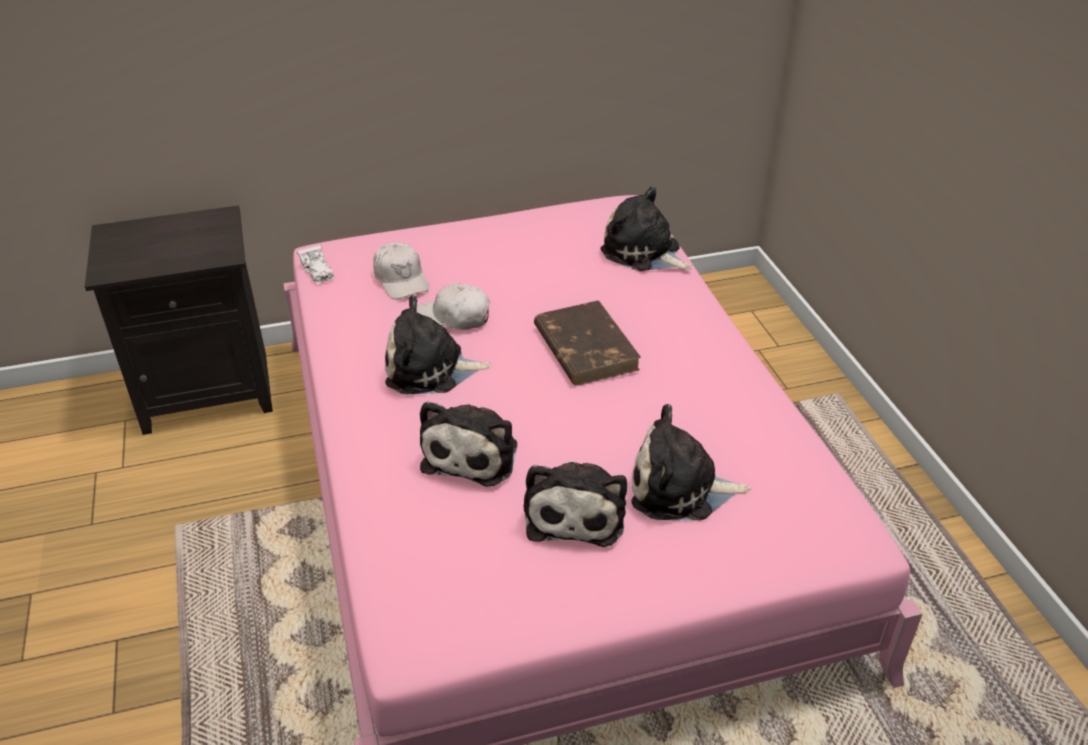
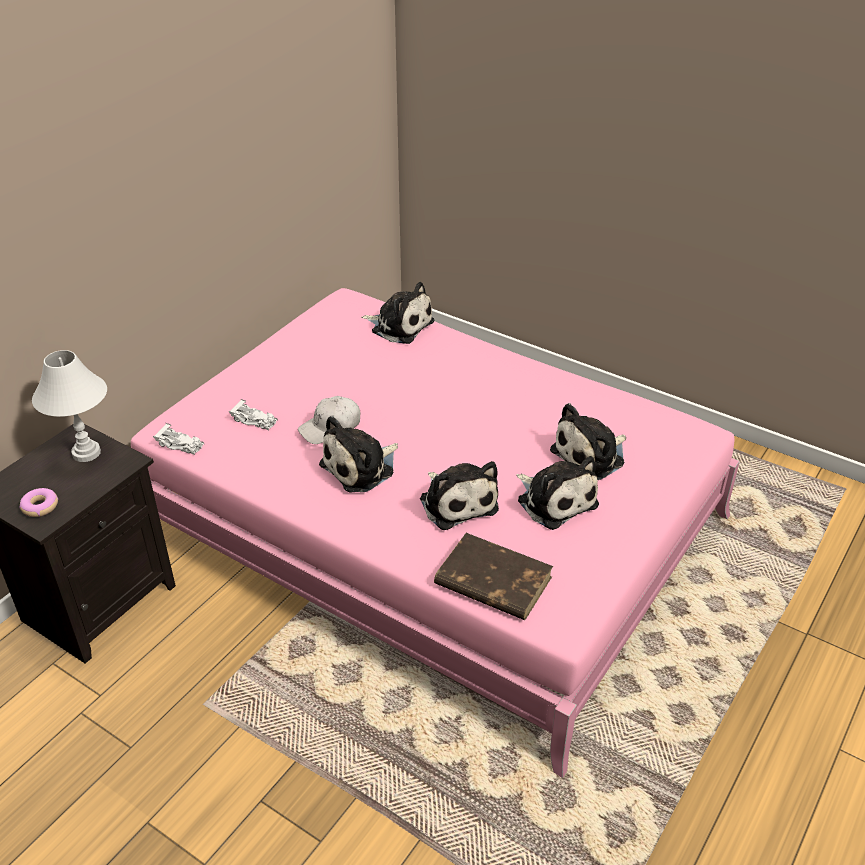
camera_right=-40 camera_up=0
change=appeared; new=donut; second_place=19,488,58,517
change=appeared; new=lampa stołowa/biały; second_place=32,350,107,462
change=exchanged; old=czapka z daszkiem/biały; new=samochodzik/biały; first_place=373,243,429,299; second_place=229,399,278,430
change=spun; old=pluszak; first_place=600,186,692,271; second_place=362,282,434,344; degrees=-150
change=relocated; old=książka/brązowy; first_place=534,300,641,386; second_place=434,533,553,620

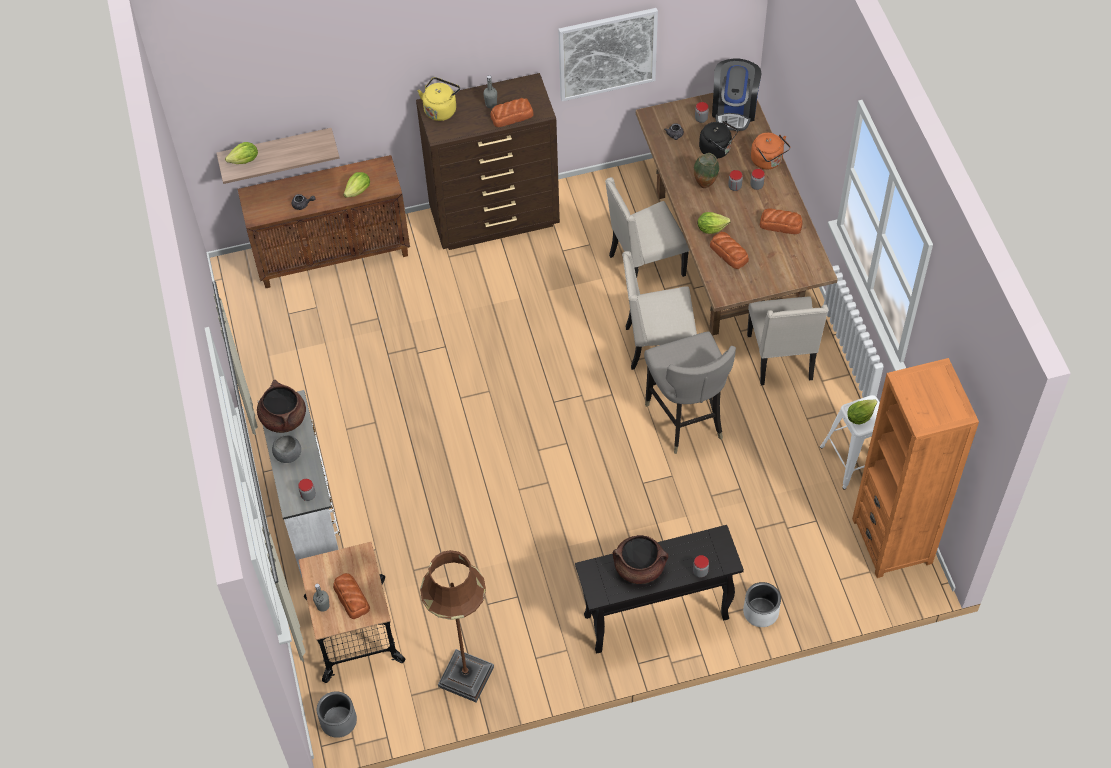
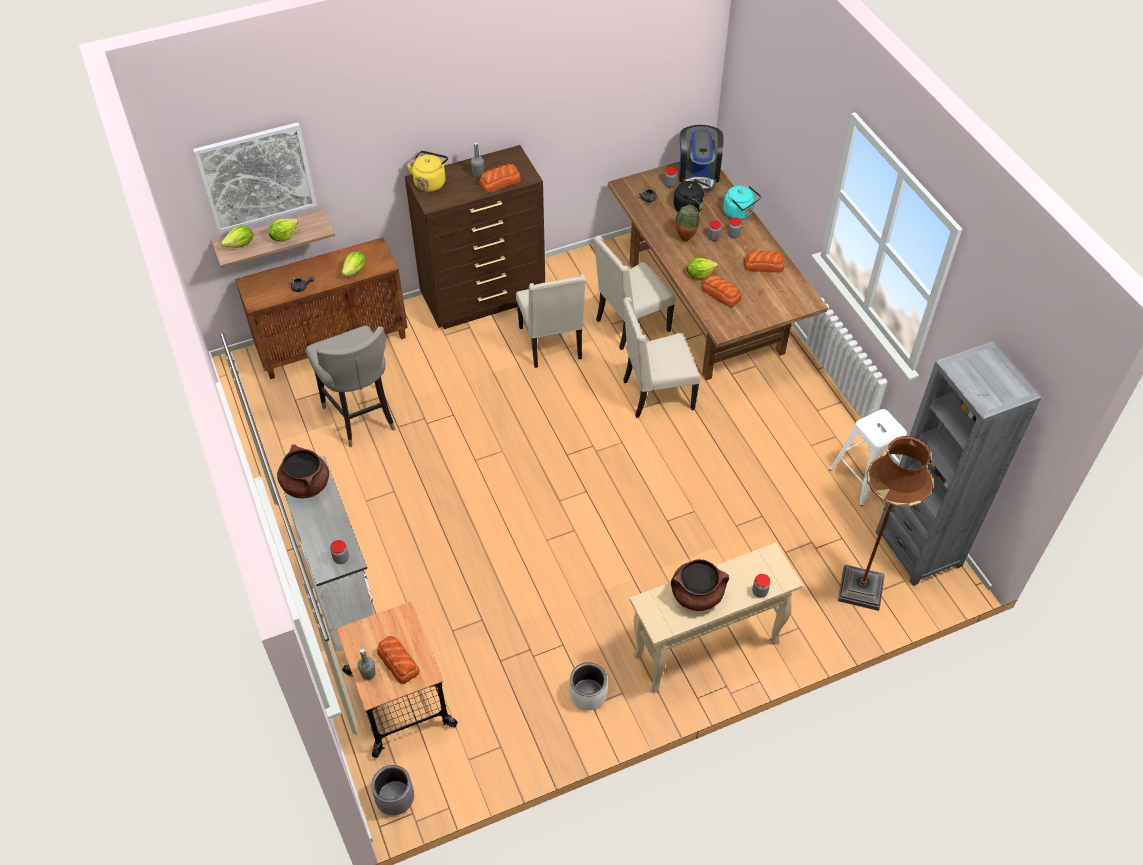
camera_right=-10 camera_up=-5
change=relocated; old=obraz; first_place=558,8,658,101; second_place=193,122,317,233
change=relocated; old=sałata; first_place=847,399,877,425; second_place=269,219,298,242
change=relocated; old=stołek/szary; first_place=644,331,736,454; second_place=306,325,396,447
change=relocated; old=krzesło/beżowy; first_place=747,297,828,385; second_place=516,274,586,368
change=relocated; old=donica/biały; first_place=743,582,781,627; second_place=569,662,607,710
change=colour; old=stolik konsolowy/czarny; new=stolik konsolowy/beżowy; first_place=575,525,744,653; second_place=630,543,803,693
change=colour; old=czajnik/pomarańczowy; new=czajnik/turkusowy; first_place=751,133,790,170; second_place=723,186,761,220
change=relocated; old=lampa stojąca/brązowy; first_place=420,550,494,702; second_place=838,436,933,611
change=colour; old=regał/pomarańczowy; new=regał/szary; first_place=852,358,979,578; second_place=876,341,1041,586
change=missing; old=miska/szary; first_place=272,435,301,463

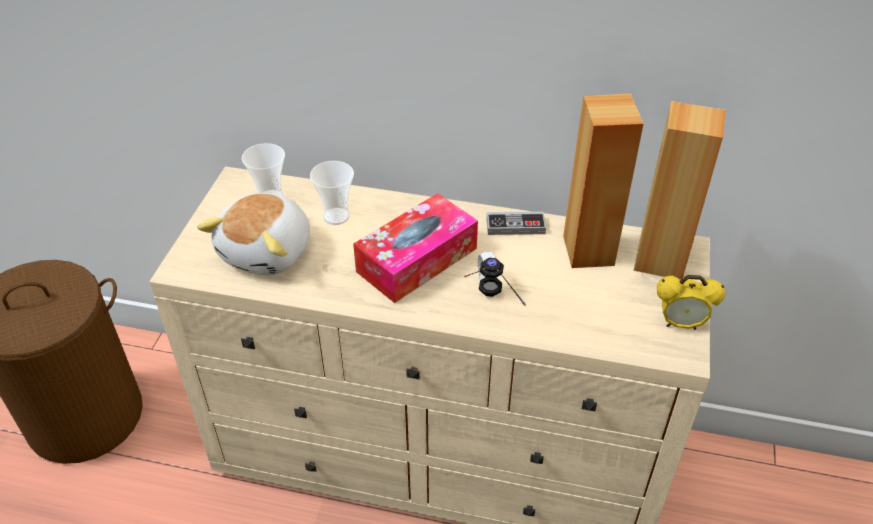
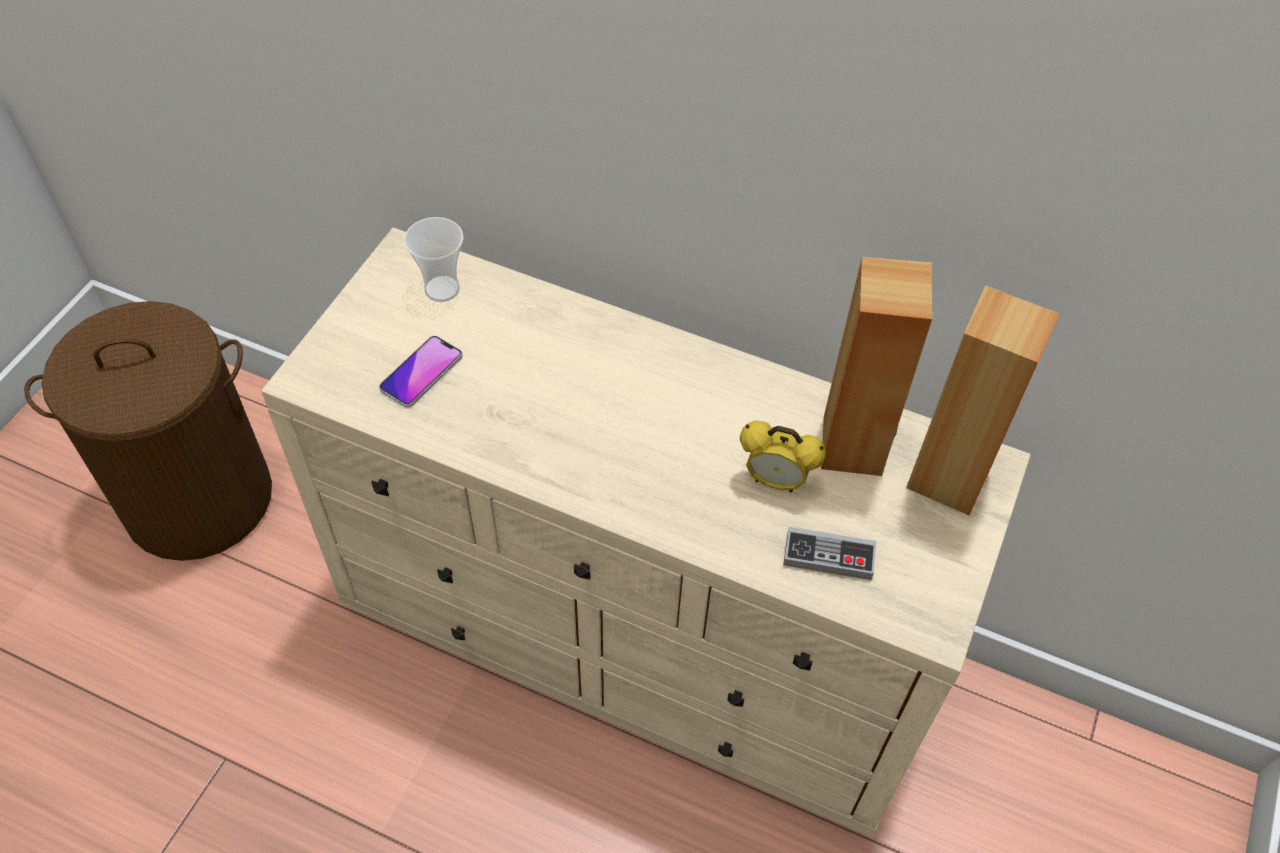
camera_right=10 camera_up=10
change=exchanged; old=pluszak; new=telefon; first_place=197,193,310,275; second_place=379,336,463,407
change=relocated; old=budzik; first_place=657,275,725,330; second_place=740,421,826,492
change=relocated; old=pad do gier; first_place=486,211,546,235; second_place=783,527,876,580
change=missing; old=filiżanka; first_place=310,161,354,225
change=missing; old=pudełko chusteczek; first_place=353,193,478,303
change=missing; old=słuchawki; first_place=464,251,526,306

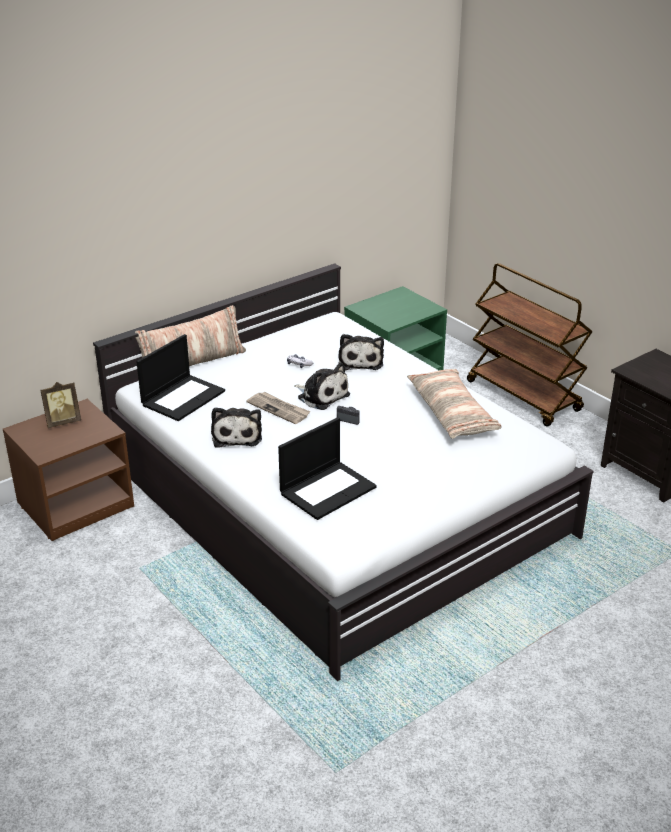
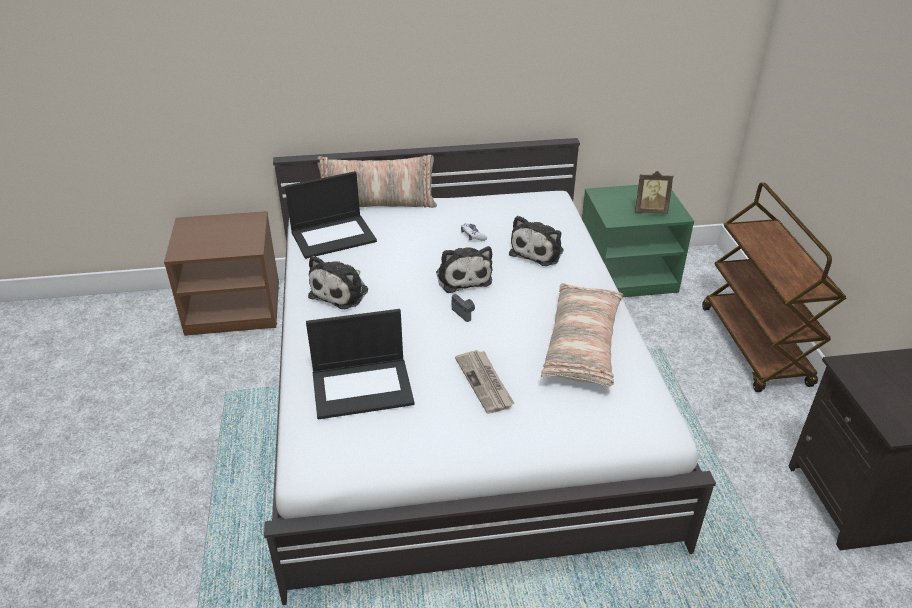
camera_right=30 camera_up=5
change=relocated; old=gazeta; first_place=246,392,311,424; second_place=455,350,514,414
change=relocated; old=ramka na zdjęcie; first_place=40,382,81,428; second_place=635,171,673,214

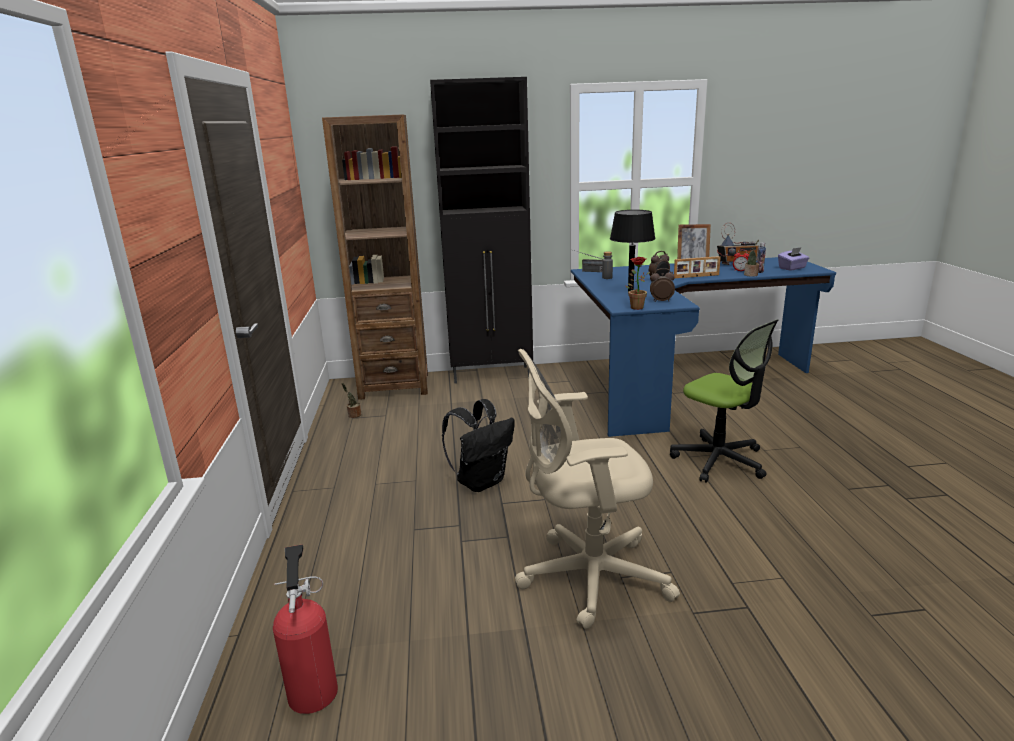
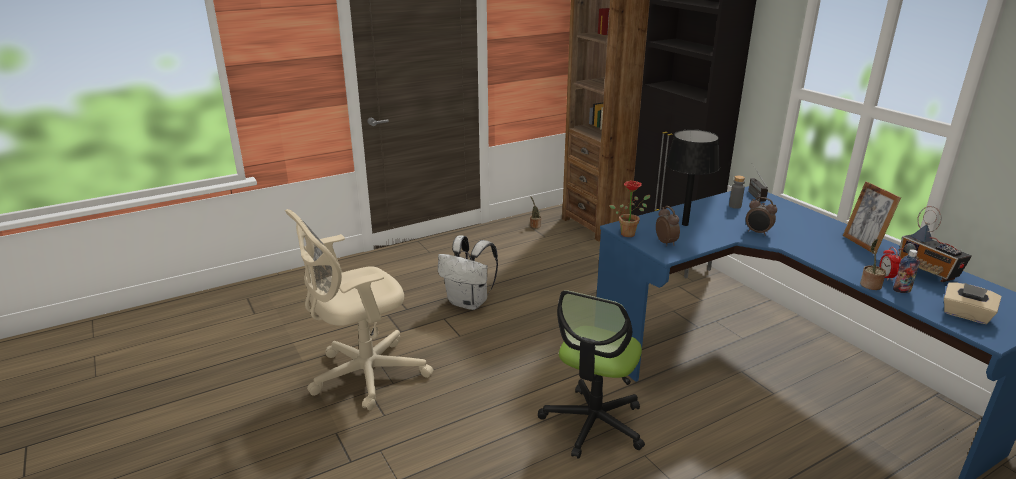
camera_right=65 camera_up=5
change=spun; old=krzesło biurowe/beżowy; first_place=515,349,680,629; second_place=285,209,433,410; degrees=-90
change=colour; old=plecak/czarny; new=plecak/biały; first_place=442,399,515,492; second_place=438,235,498,310
change=colour; old=pudełko chusteczek/fioletowy; new=pudełko chusteczek/beżowy; first_place=778,247,809,271; second_place=944,282,1001,324
change=missing; old=gaśnica; first_place=273,544,338,714
change=missing; old=ramka na zdjęcie; first_place=674,256,721,278

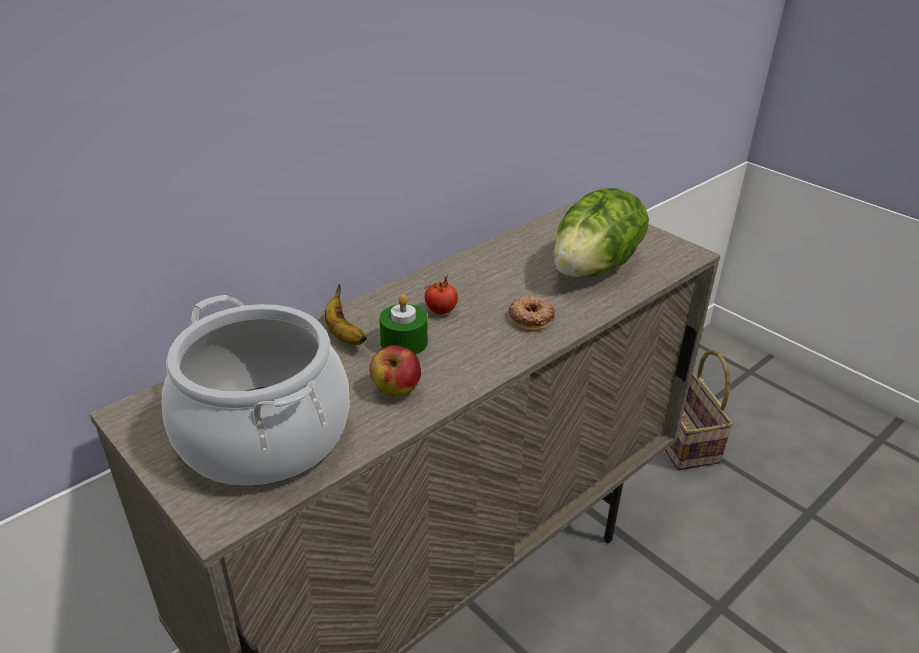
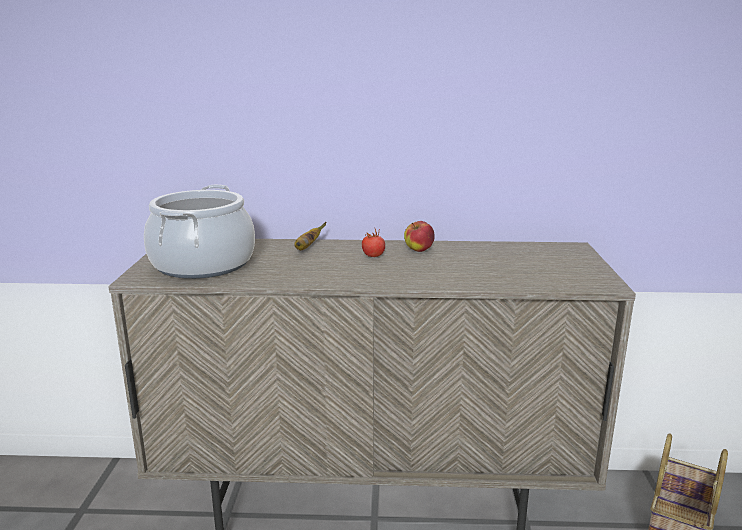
camera_right=45 camera_up=-15
change=relocated; old=jabłko; first_place=370,345,421,396; second_place=404,221,435,252
change=missing; old=świeca/zielony; first_place=379,295,428,355
change=missing; old=donut; first_place=509,296,555,332
change=missing; old=sałata; first_place=553,188,649,277

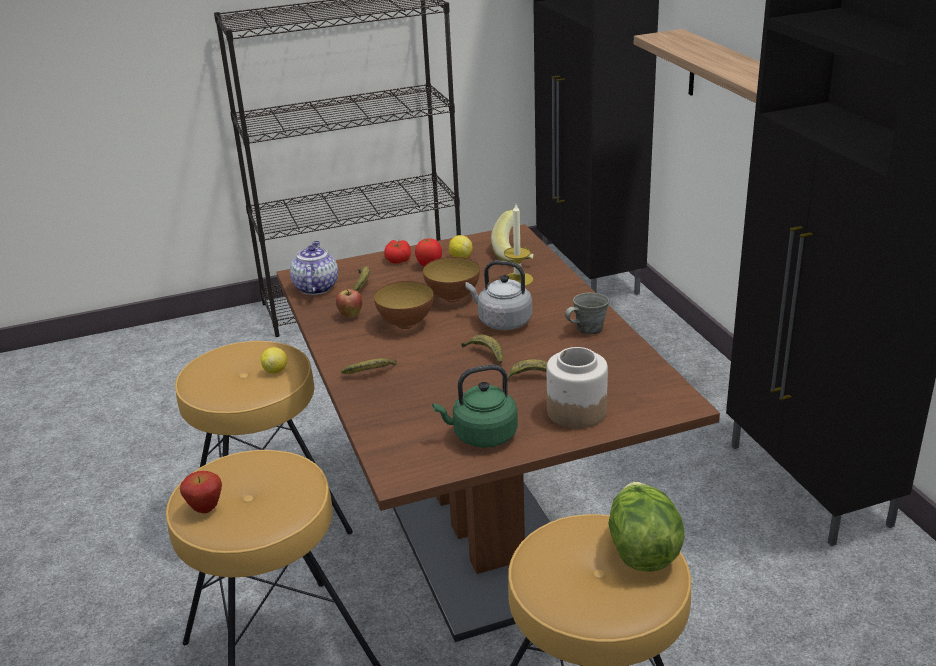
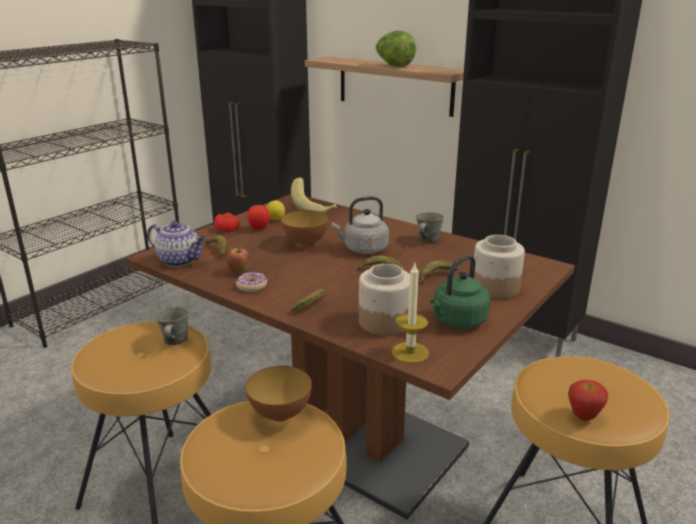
camera_right=-35 camera_up=-5
change=spun; old=imbryk; first_place=290,241,338,295; second_place=147,221,206,267; degrees=150
change=exchanged; old=cytryna; new=kubek/szary; first_place=261,347,287,374; second_place=156,307,188,345
change=appeared; new=donut; second_place=236,272,267,292
change=relocated; old=miska; first_place=374,281,433,329; second_place=246,366,312,422
change=appeared; new=słoik; second_place=359,264,410,336
change=relocated; old=sałata; first_place=608,482,685,572; second_place=375,30,416,67
change=relocated; old=świeca; first_place=504,204,533,286; second_place=392,263,429,363
change=relocated; old=jabłko; first_place=180,471,222,513; second_place=568,380,608,421

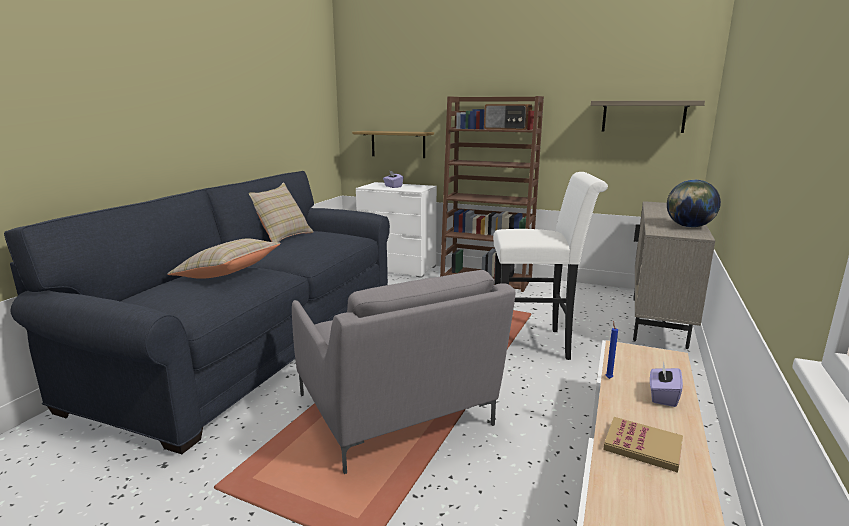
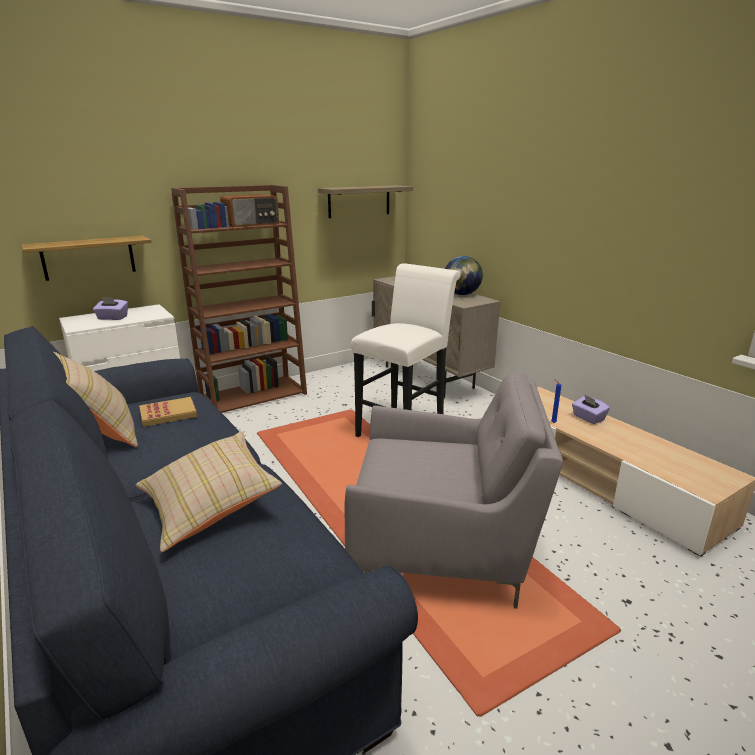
camera_right=-55 camera_up=5
change=relocated; old=książka; first_place=603,417,683,473; second_place=139,397,197,427

